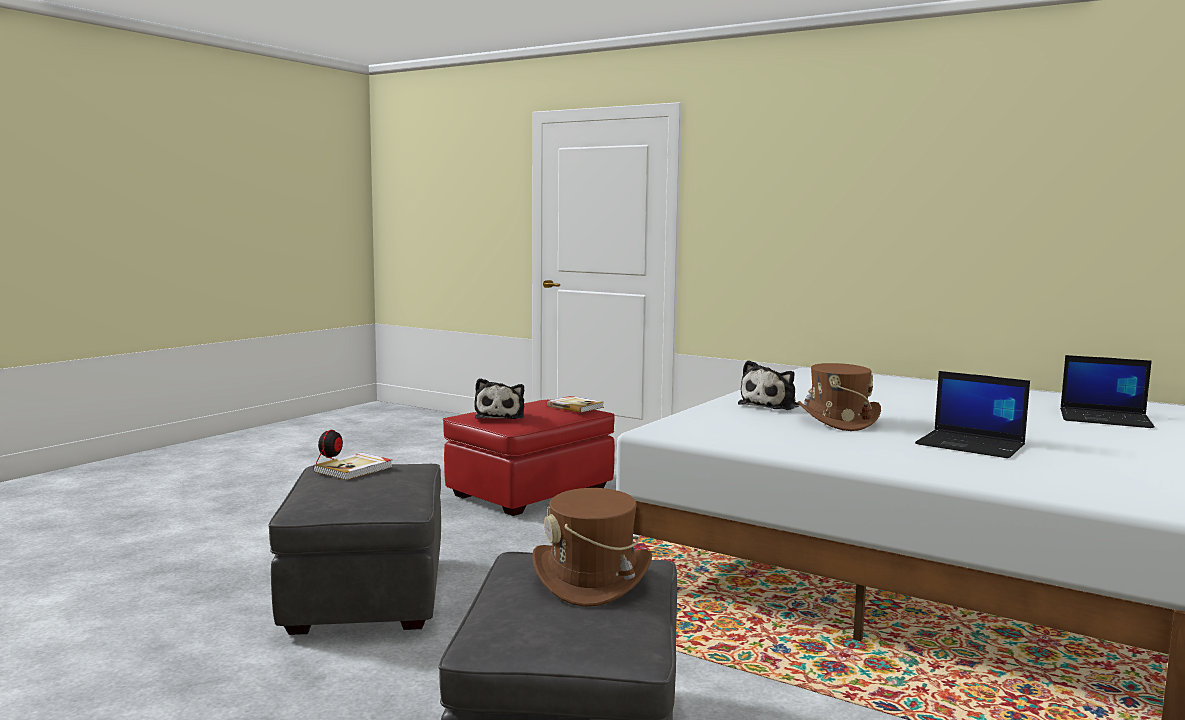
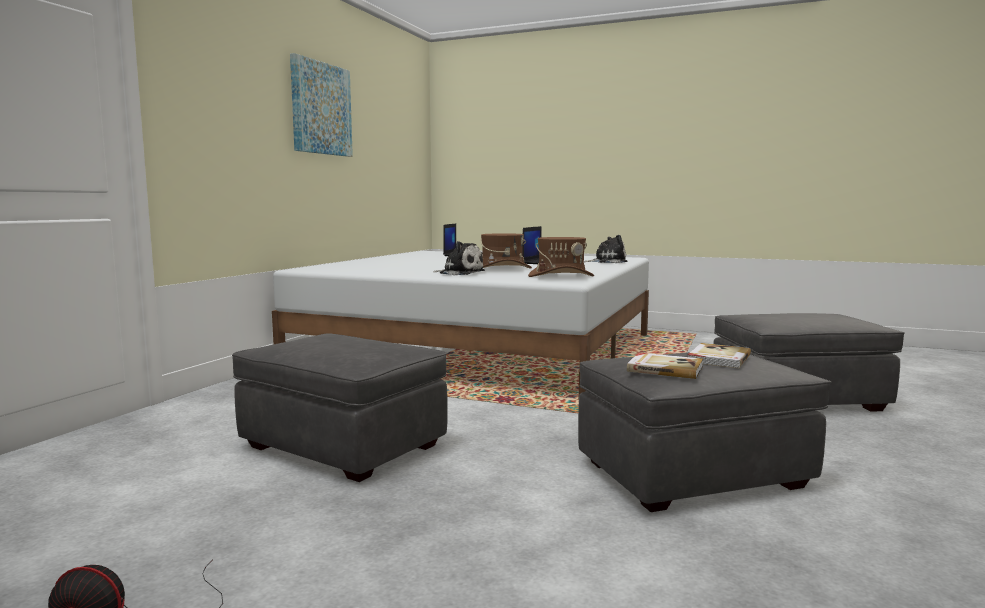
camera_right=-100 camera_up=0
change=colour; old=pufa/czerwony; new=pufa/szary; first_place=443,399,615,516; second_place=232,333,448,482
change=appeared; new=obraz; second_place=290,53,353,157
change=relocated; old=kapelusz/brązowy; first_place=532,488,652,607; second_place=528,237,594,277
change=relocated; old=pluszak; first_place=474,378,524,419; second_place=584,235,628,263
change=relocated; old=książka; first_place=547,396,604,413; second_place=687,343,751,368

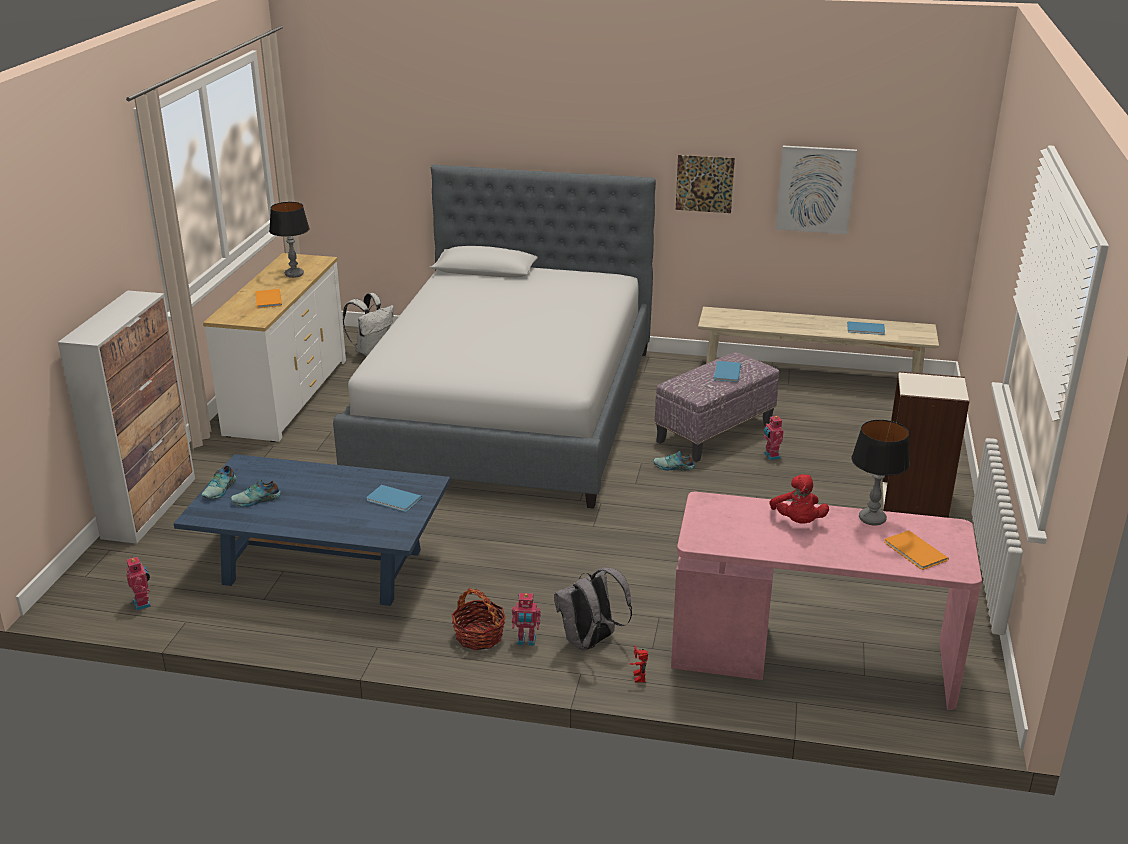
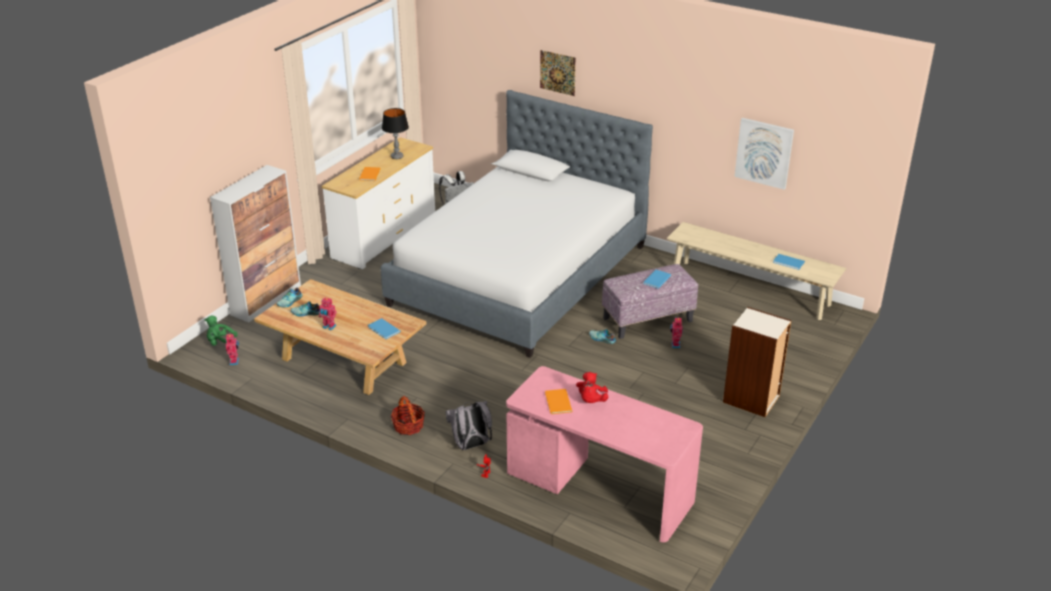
camera_right=20 camera_up=5
change=appeared; new=pluszak/zielony; second_place=205,316,238,346
change=colour; old=ława/niebieski; new=ława/beżowy; first_place=173,454,450,606; second_place=254,279,426,395
change=relocated; old=robot zabawkowy; first_place=512,593,541,646; second_place=319,297,337,331
change=relocated; old=obraz; first_place=676,155,735,213; second_place=540,50,576,96
change=relocated; old=książka/pomarańczowy; first_place=884,530,949,570; second_place=545,389,572,414
change=missing; old=lampa stołowa; first_place=851,420,910,526

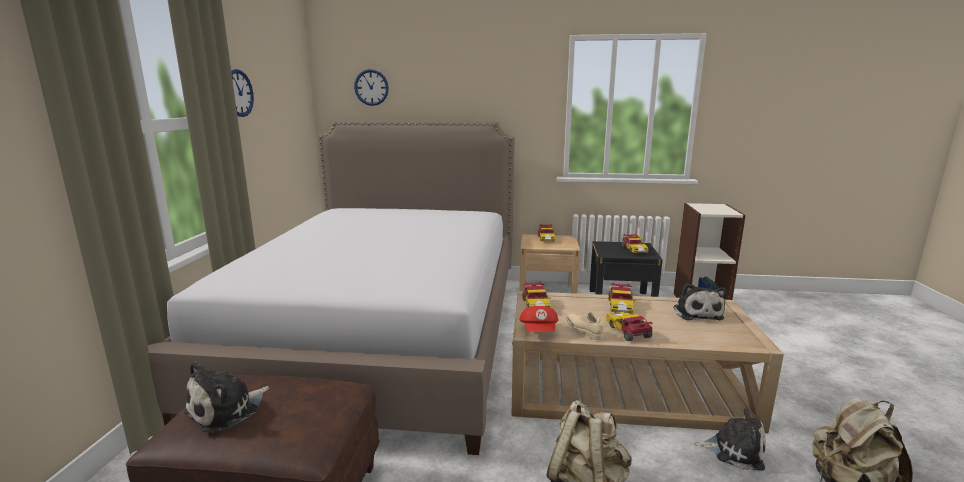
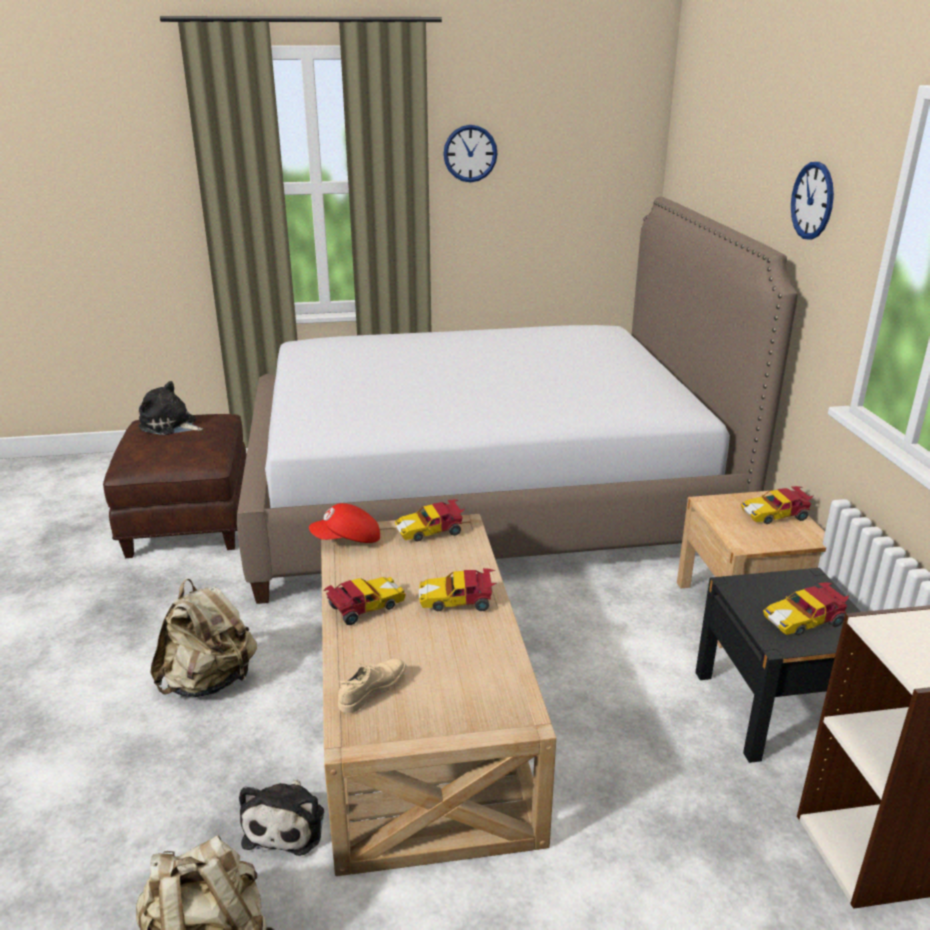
camera_right=75 camera_up=10
change=relocated; old=but/beżowy; first_place=566,312,604,340; second_place=338,659,406,713
change=relocated; old=zegar ścienny; first_place=354,69,389,106; second_place=791,162,834,240
change=missing; old=pluszak; first_place=673,283,726,320

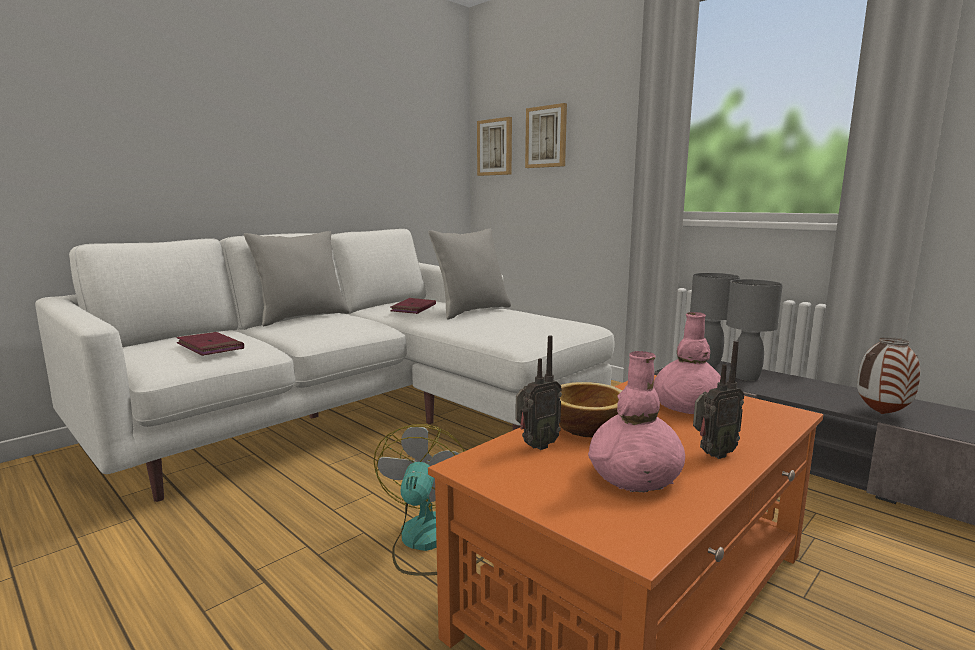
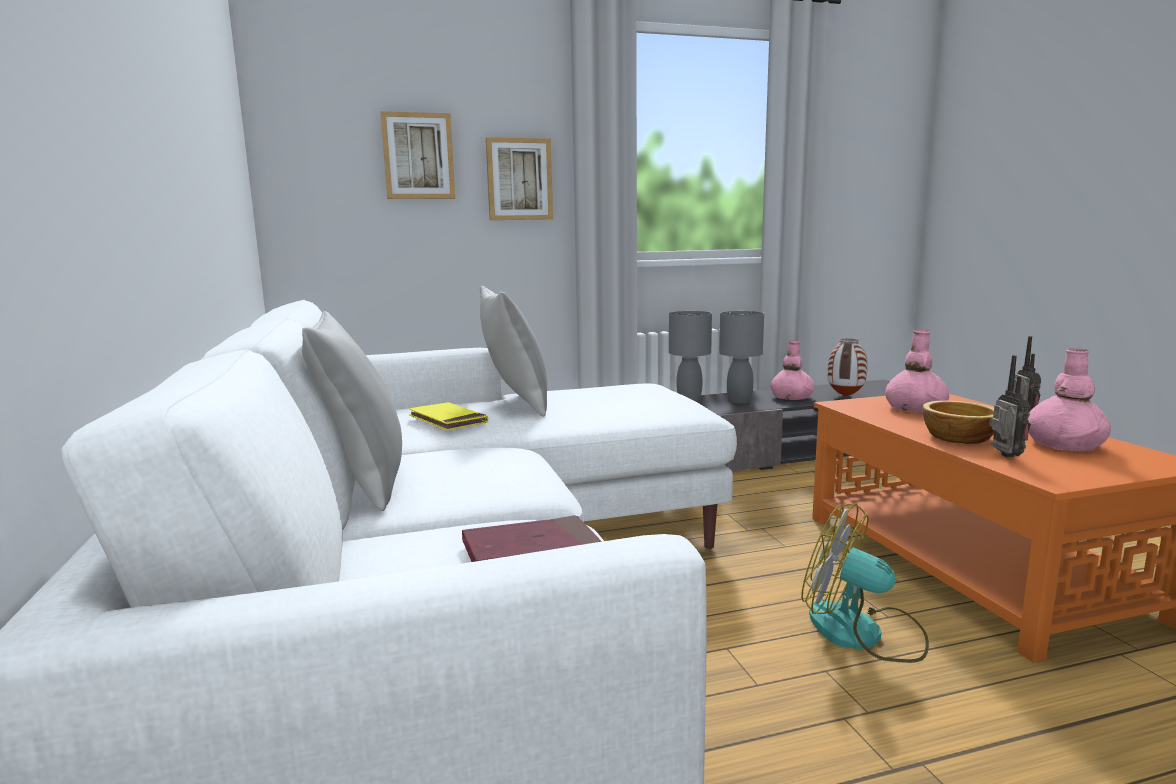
camera_right=-60 camera_up=0
change=colour; old=książka/czerwony; new=książka/żółty; first_place=390,298,436,314; second_place=409,402,488,431
change=relocated; old=obraz; first_place=477,117,512,176; second_place=486,137,553,220
change=appeared; new=wazon/różowy; second_place=771,340,814,400

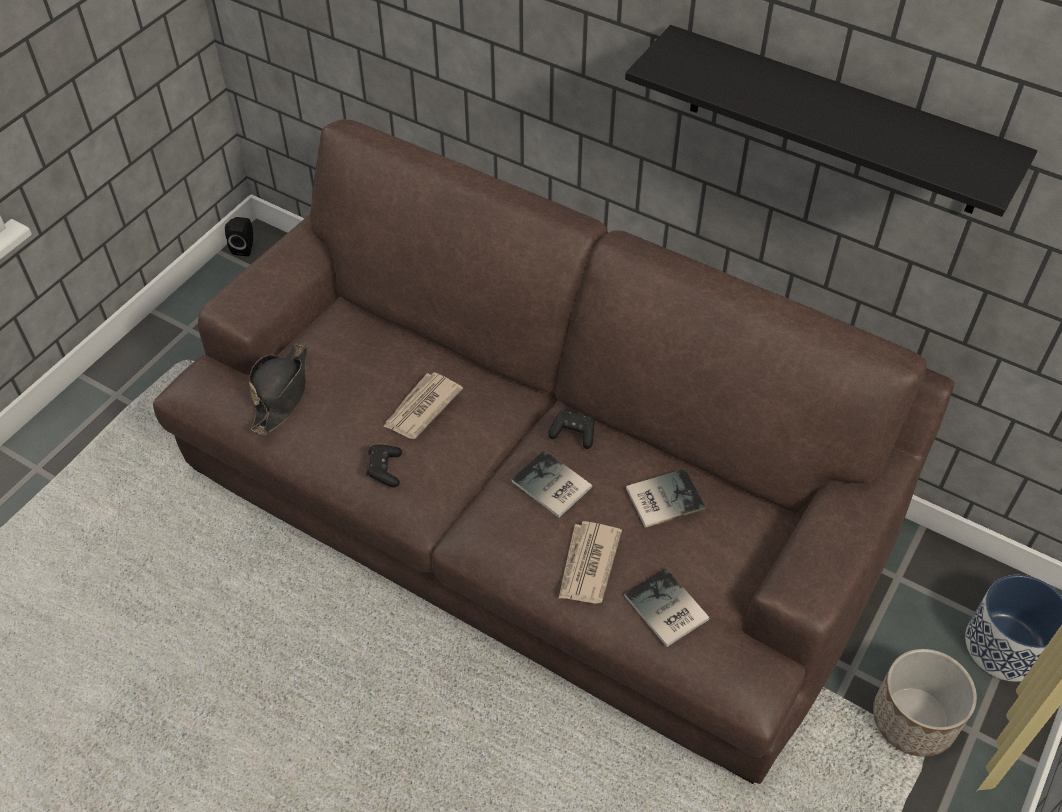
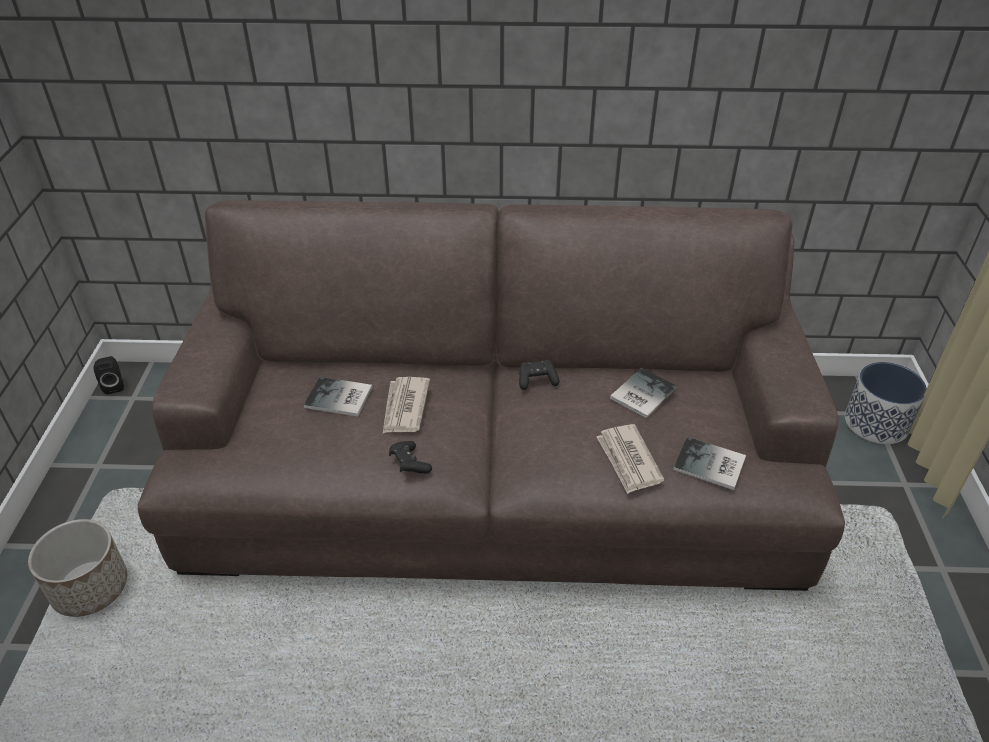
camera_right=-30 camera_up=-10
change=relocated; old=donica; first_place=873,649,977,757; second_place=28,519,127,617
change=relocated; old=książka; first_place=511,450,592,518; second_place=304,377,372,417
change=missing; old=kapelusz/czarny; first_place=249,343,307,435
change=missing; old=półka/czarny; first_place=625,25,1037,217

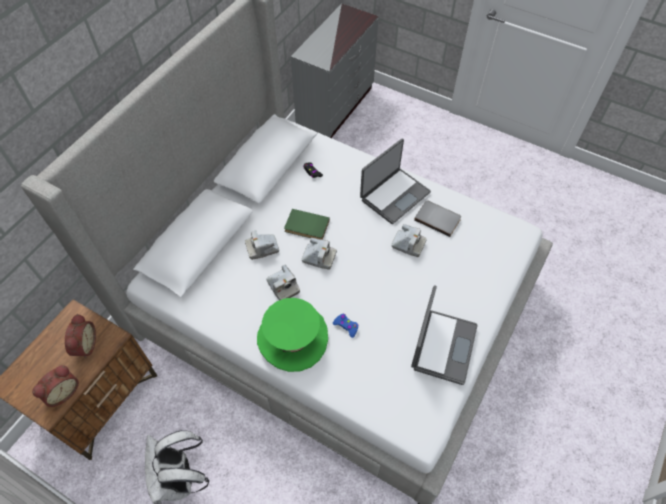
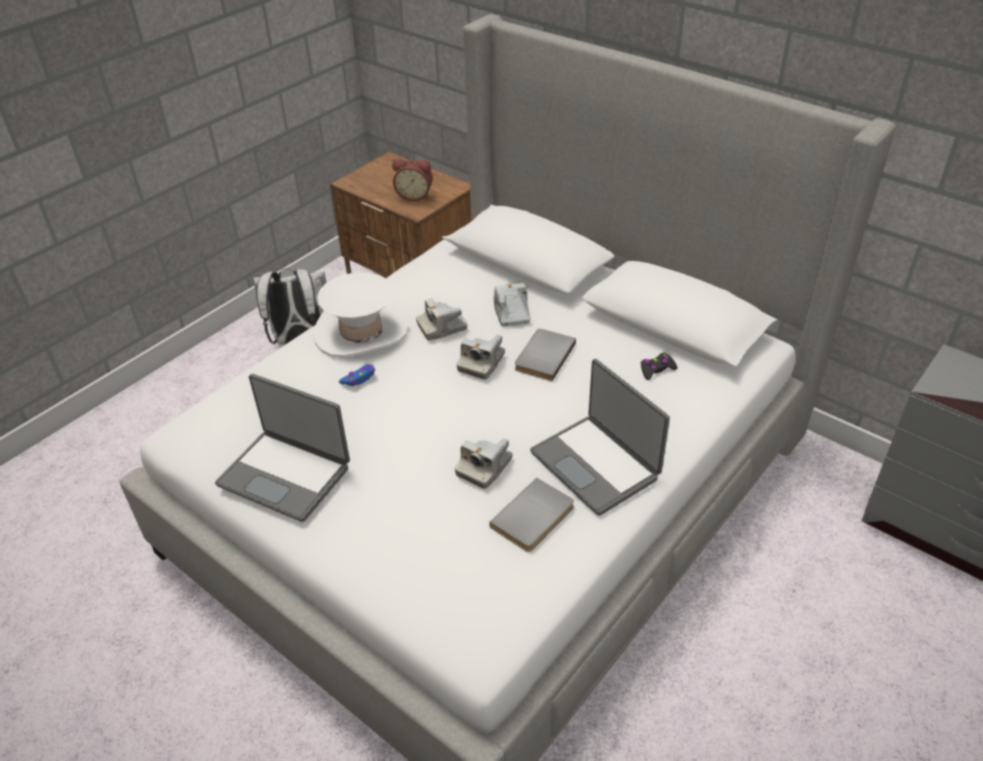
camera_right=100 camera_up=-15
change=colour; old=kapelusz/zielony; new=kapelusz/biały; first_place=257,298,328,372; second_place=314,272,409,357
change=colour; old=książka/zielony; new=książka/szary; first_place=284,209,330,240; second_place=515,329,576,381
change=missing; old=budzik; first_place=32,365,79,407

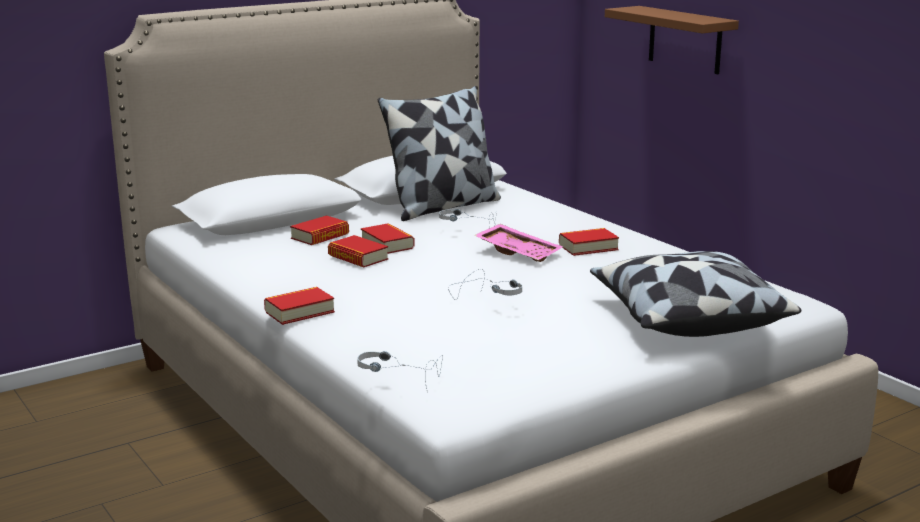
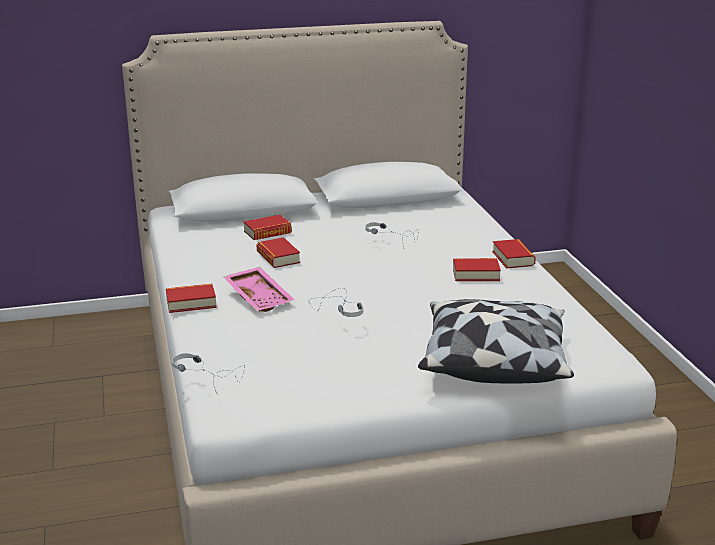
camera_right=20 camera_up=5
change=relocated; old=taca/różowy; first_place=474,224,563,262; second_place=224,267,295,312
change=relocated; old=książka; first_place=361,223,415,254; second_place=492,239,536,269
change=missing; old=poduszka; first_place=378,86,501,221
change=missing; old=półka/brązowy; first_place=605,6,739,74

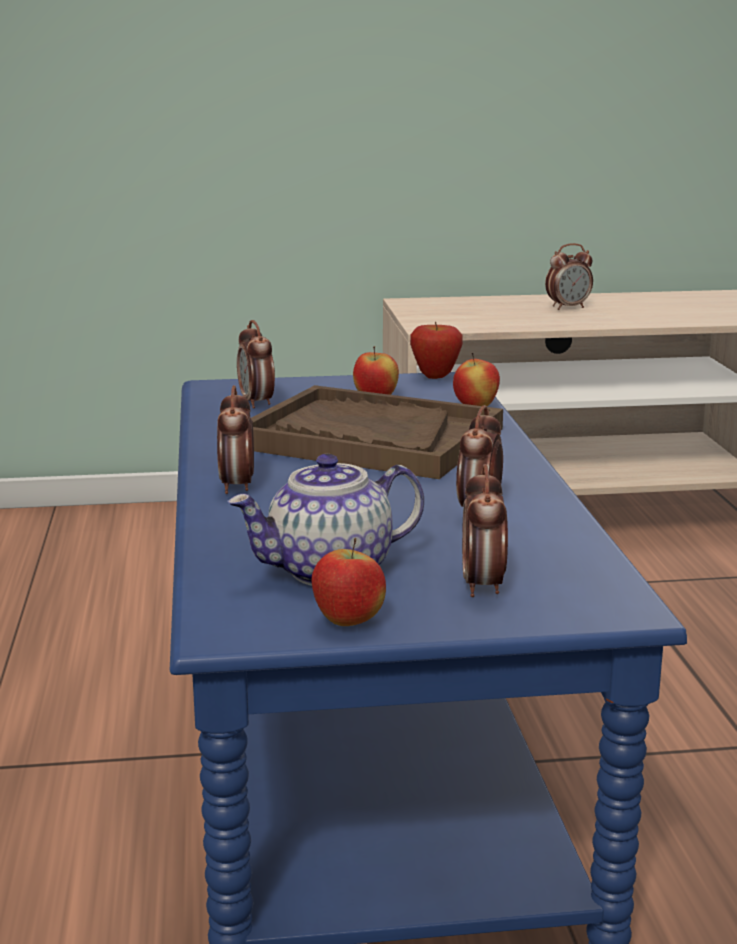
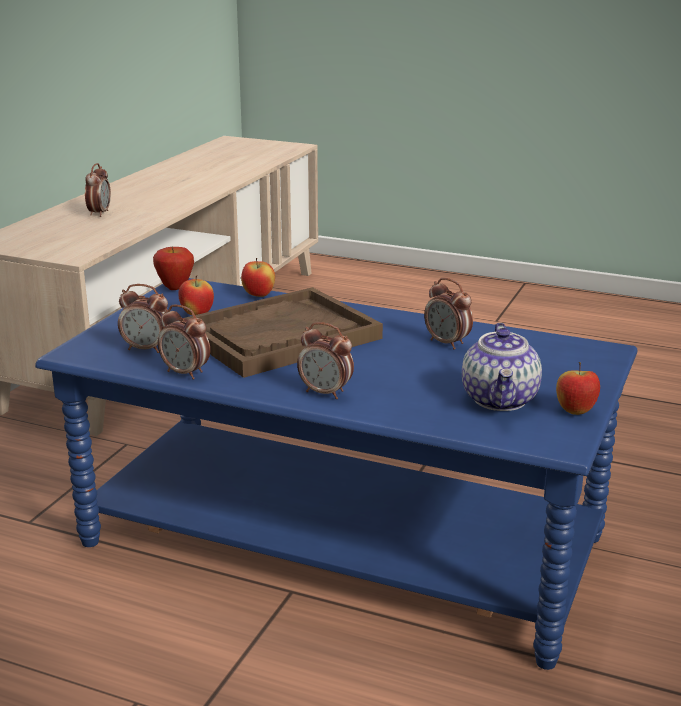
camera_right=-60 camera_up=5
change=relocated; old=budzik; first_place=462,464,508,597; second_place=158,305,210,380

